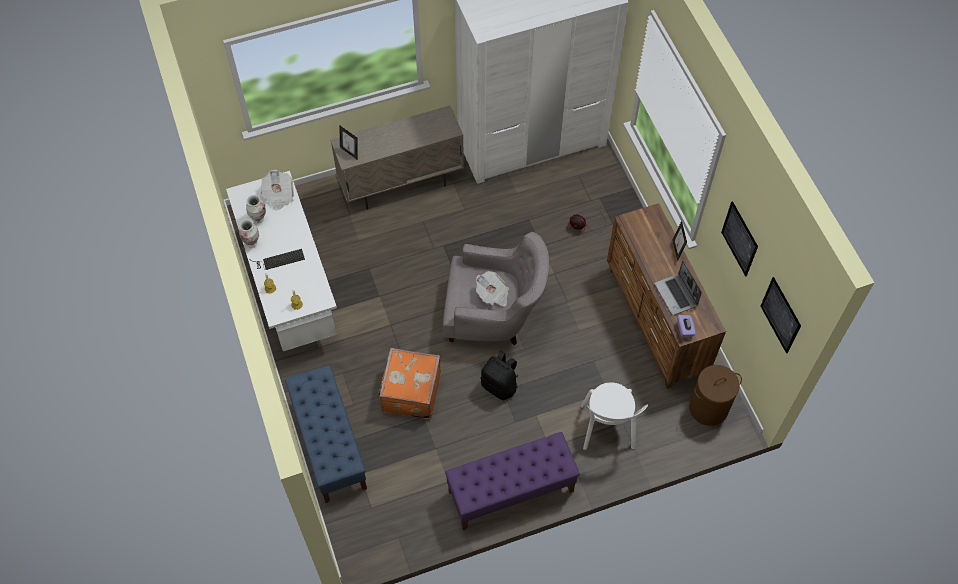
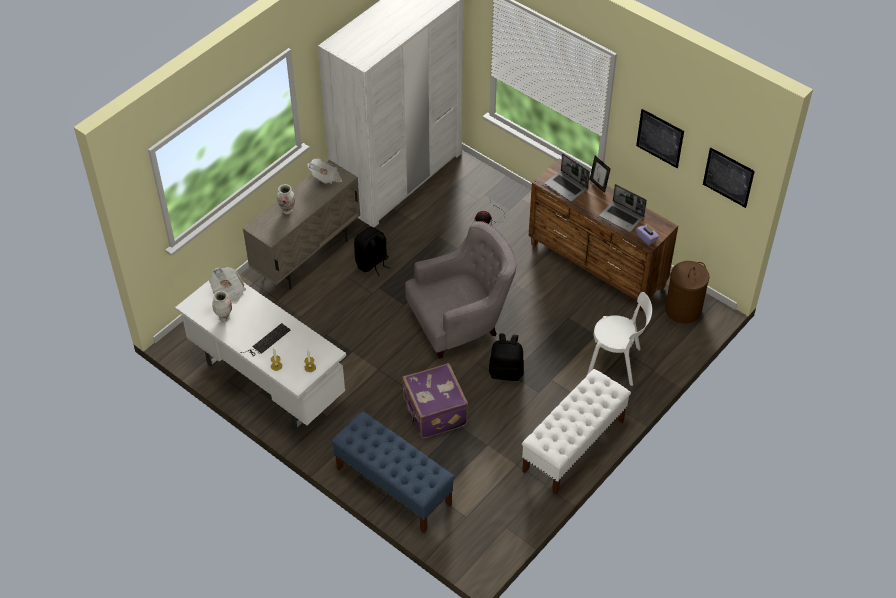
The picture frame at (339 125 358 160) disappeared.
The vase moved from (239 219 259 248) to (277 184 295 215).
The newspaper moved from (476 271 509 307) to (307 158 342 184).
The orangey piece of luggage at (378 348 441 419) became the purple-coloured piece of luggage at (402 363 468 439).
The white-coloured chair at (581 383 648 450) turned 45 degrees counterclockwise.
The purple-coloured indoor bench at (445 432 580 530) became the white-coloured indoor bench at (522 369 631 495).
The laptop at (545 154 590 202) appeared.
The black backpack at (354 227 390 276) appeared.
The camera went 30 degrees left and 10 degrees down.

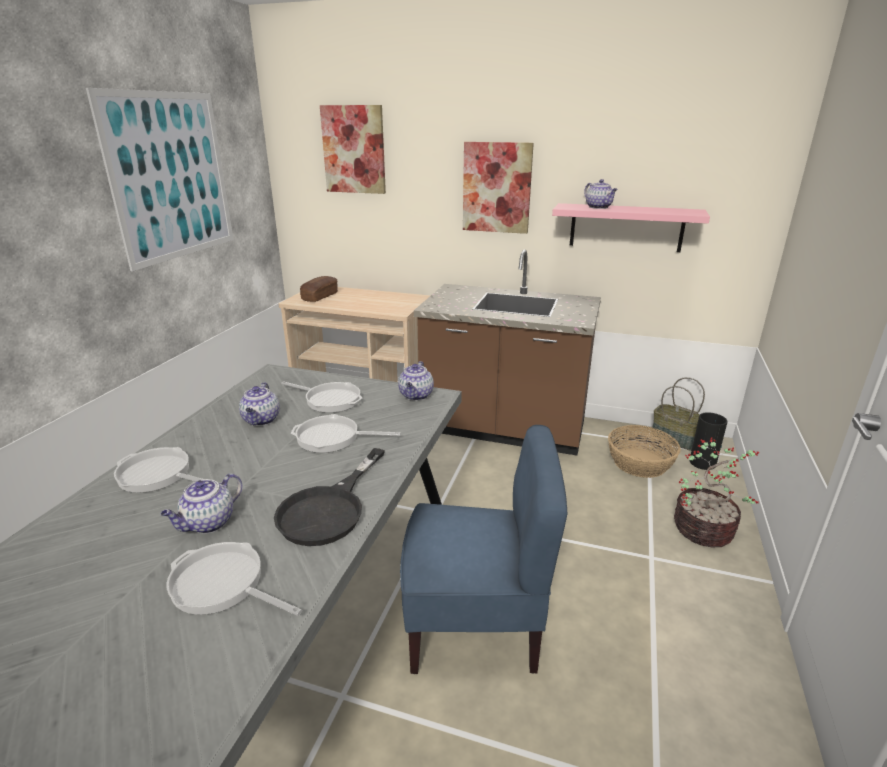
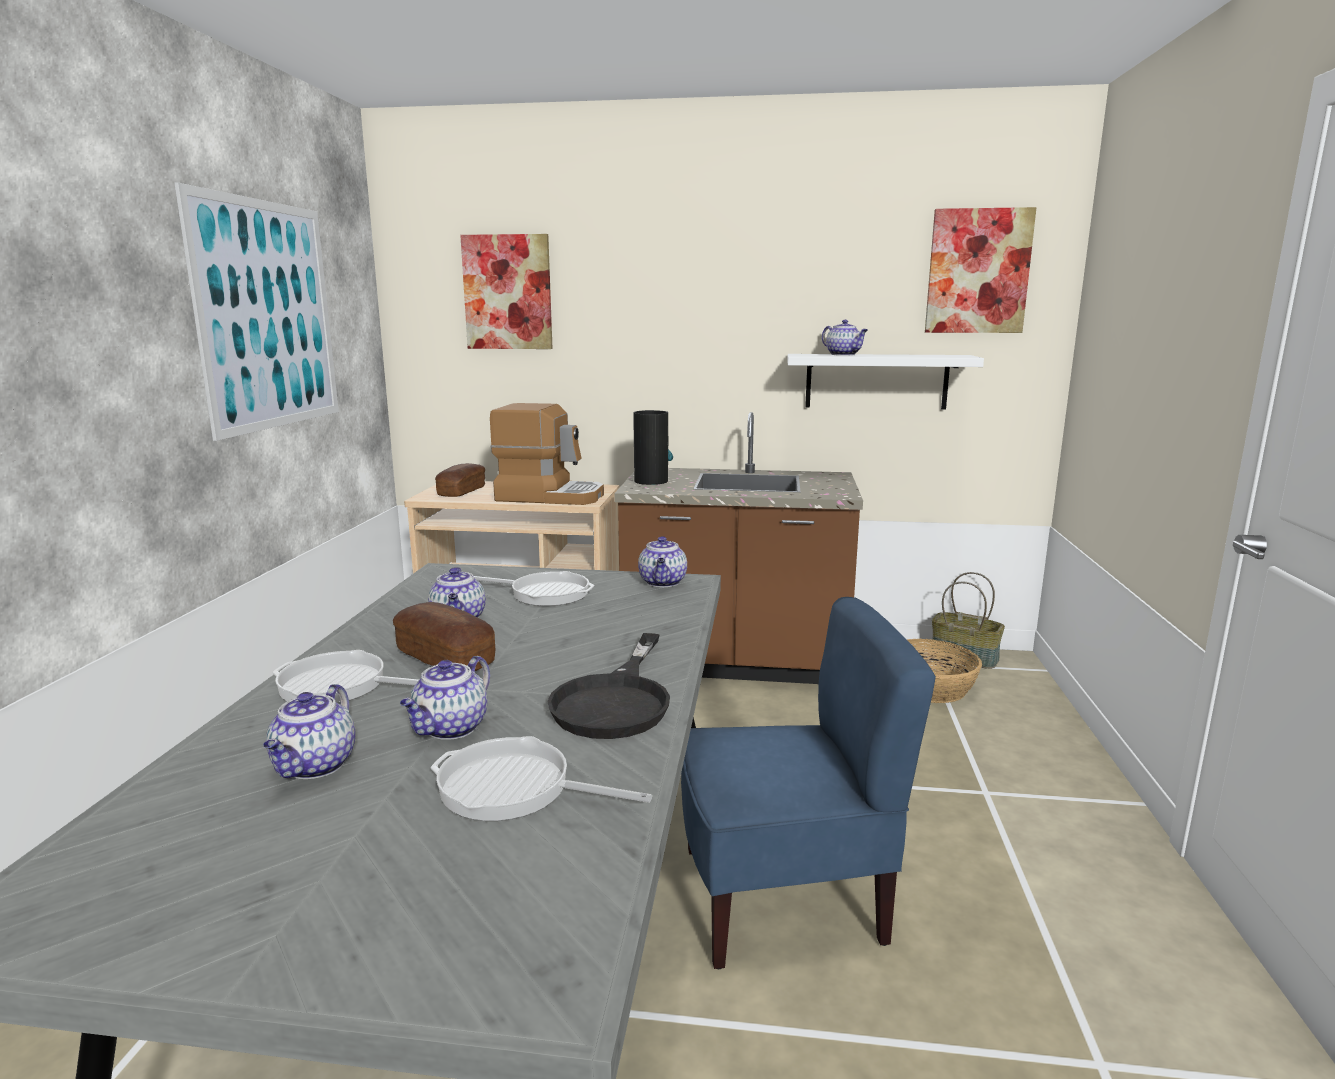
The picture moved from (463 142 534 234) to (925 207 1037 333).
The pink wall shelf at (552 203 710 252) became the white-coloured wall shelf at (787 354 984 409).
The vase moved from (690 412 728 470) to (633 410 673 485).
The skillet at (291 414 401 453) disappeared.
The plant in a pot at (674 437 759 547) disappeared.
The coffee machine at (490 403 604 505) appeared.
The bread at (393 602 495 671) appeared.
The tea pot at (263 684 355 779) appeared.
The camera went 10 degrees left and 10 degrees down.

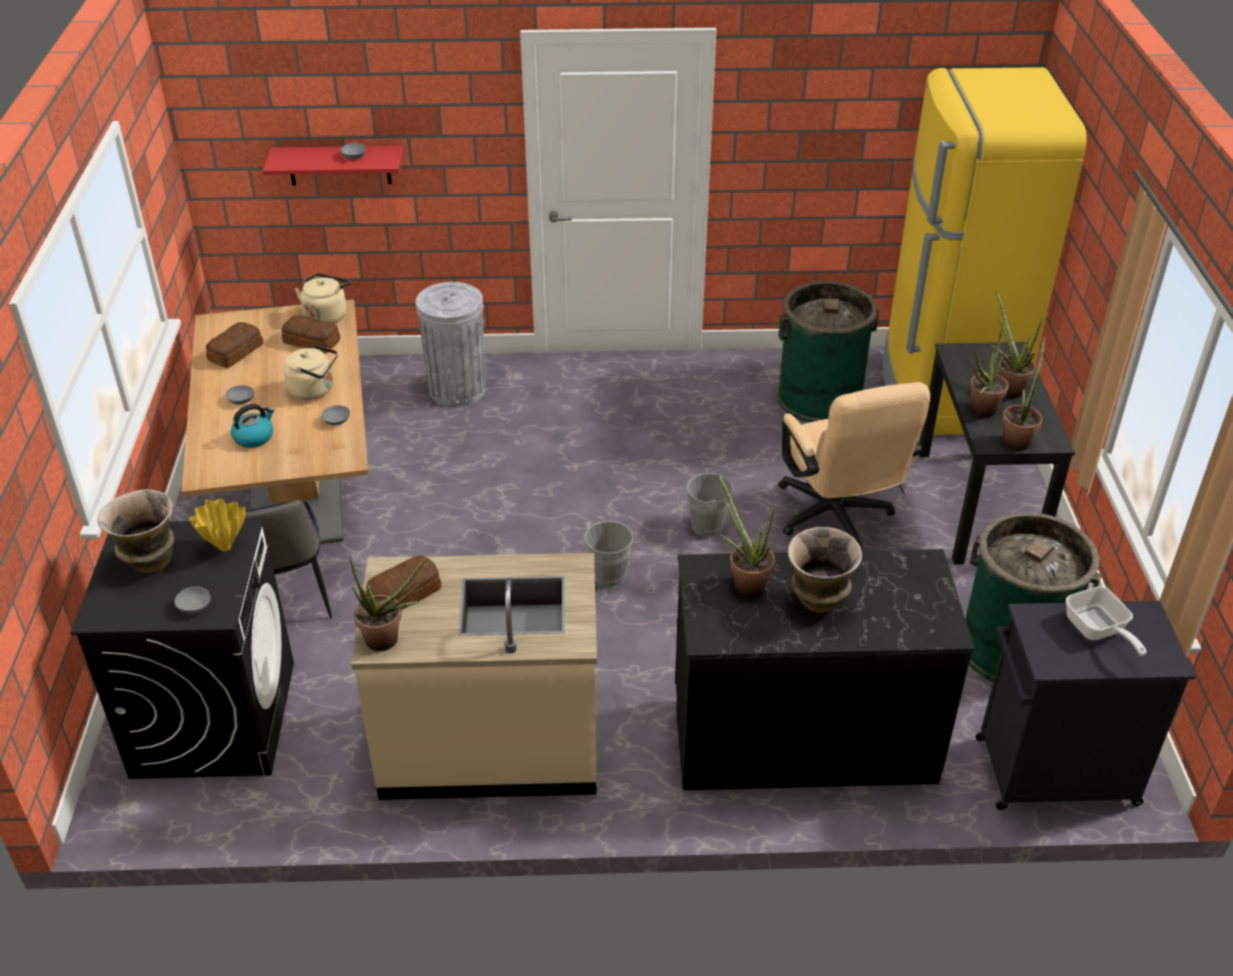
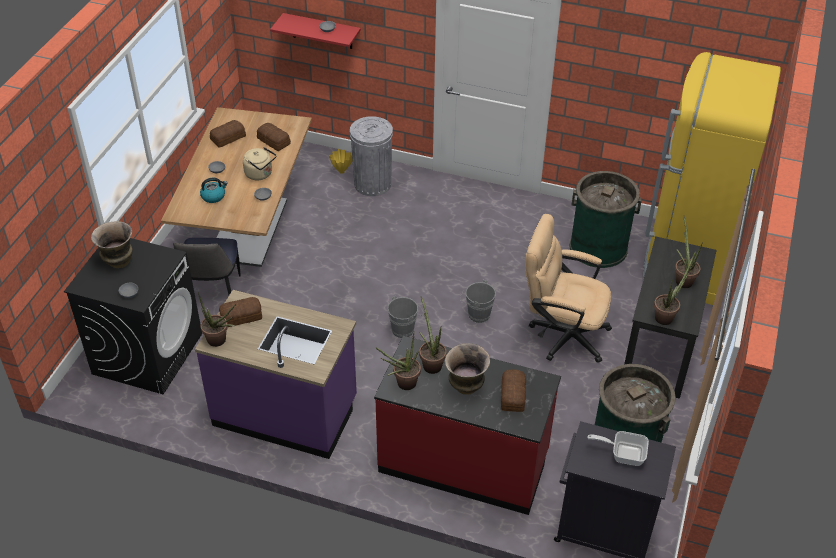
The sand-coloured water kettle at (295 273 351 324) disappeared.
The plant in a pot moved from (970 324 1009 417) to (375 331 421 390).
The sand-coloured desk chair at (778 382 930 550) turned 105 degrees clockwise.
The yellow vase moved from (189 498 245 551) to (329 149 353 174).
The black kitchen counter at (675 549 975 790) became the red kitchen counter at (374 336 561 515).
The sand-coloured kitchen counter at (351 553 597 800) became the purple-coloured kitchen counter at (195 290 357 459).
The skillet at (1066 586 1147 656) turned 105 degrees clockwise.
The bread at (501 369 526 412) appeared.
The camera went 20 degrees right and 5 degrees up.

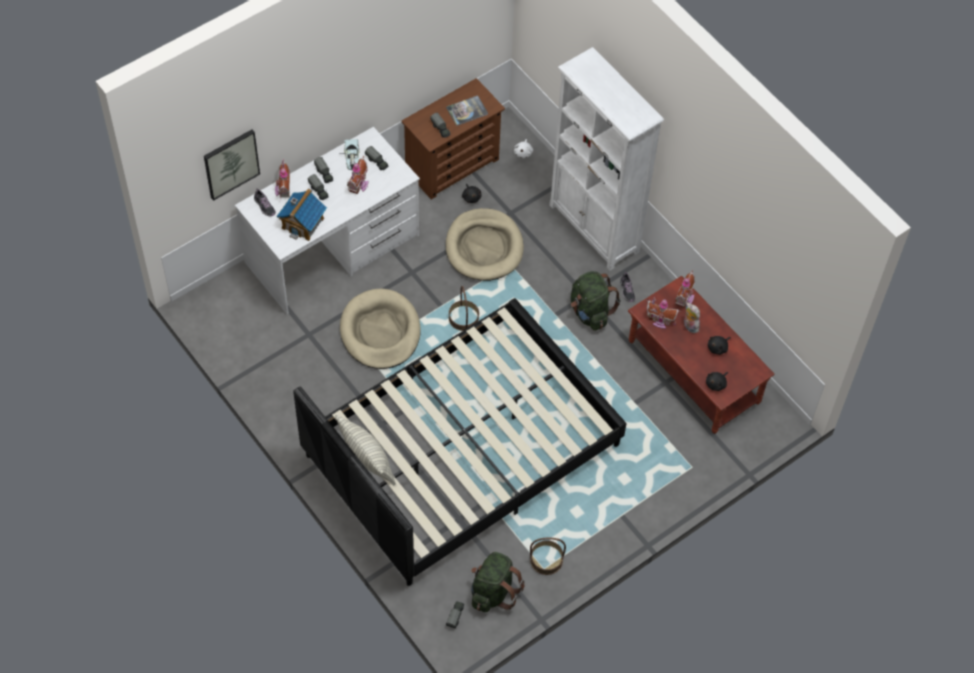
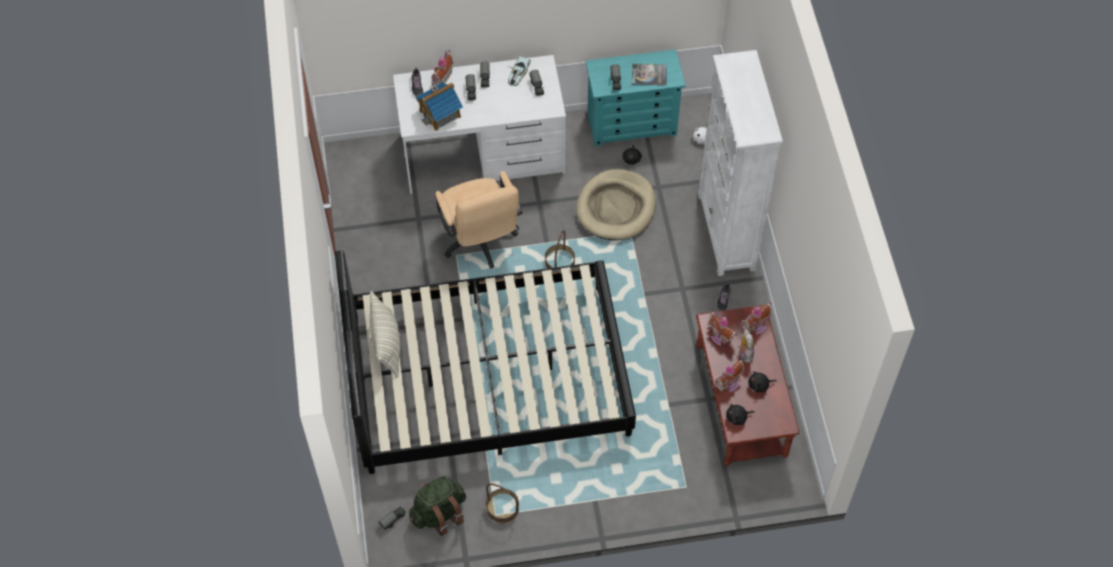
The brown dresser at (401 78 505 199) became the blue-green dresser at (586 49 685 146).
The picture at (204 130 260 201) disappeared.
The toy house moved from (347 156 368 194) to (715 359 744 393).
The green backpack at (571 271 621 331) disappeared.
The sand-coloured pet bed at (340 289 421 369) was replaced by the sand-coloured desk chair at (435 171 523 269).
The camera went 30 degrees right and 0 degrees up.

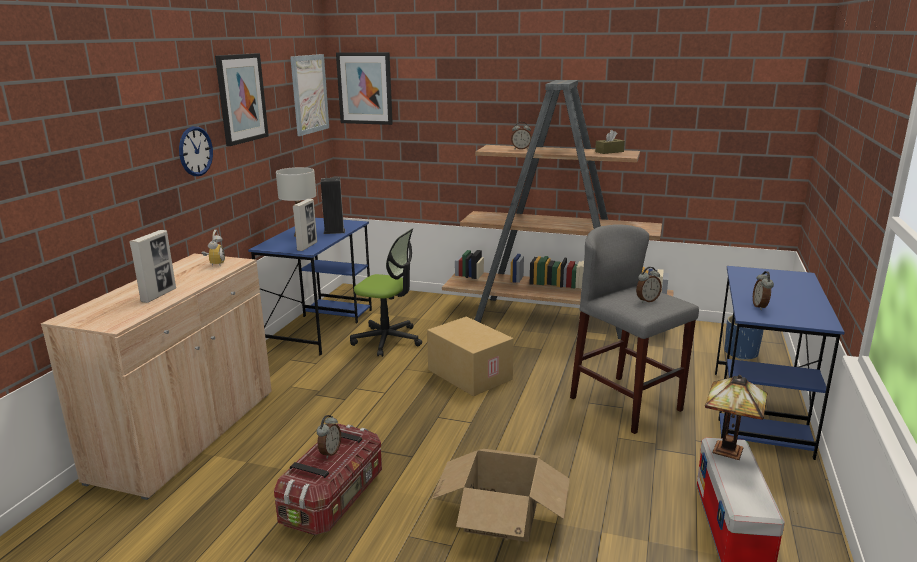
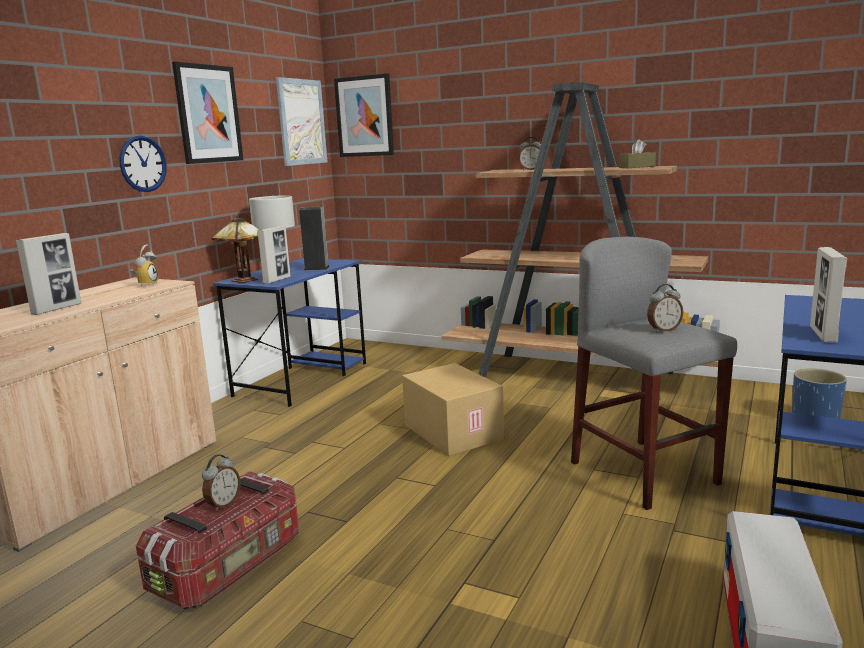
The desk chair at (350 228 422 357) disappeared.
The alarm clock at (753 271 774 310) was replaced by the picture frame at (810 247 847 343).
The tabletop lamp moved from (705 375 768 460) to (212 215 261 283).
The packing box at (432 449 570 542) disappeared.
The camera went 10 degrees right and 5 degrees down.

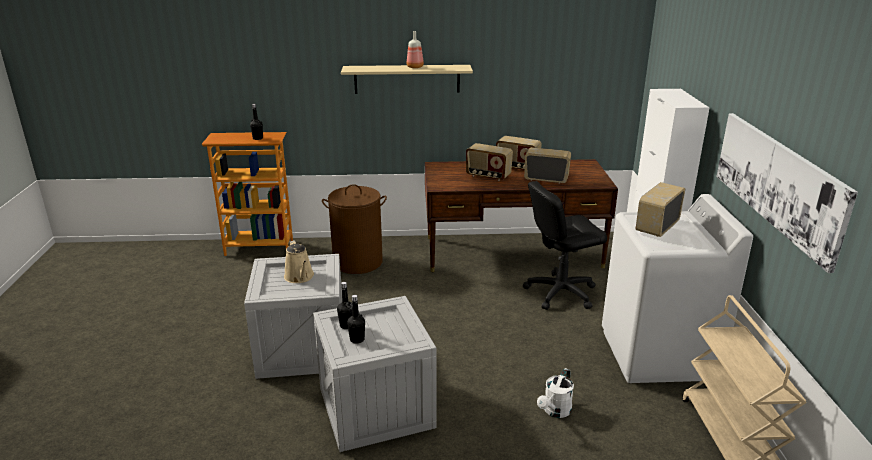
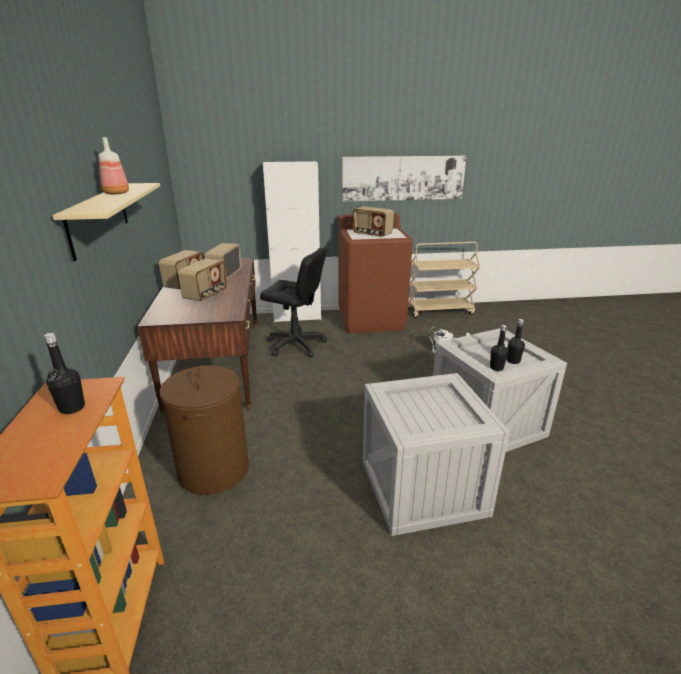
The black desk chair at (523 181 607 310) turned 45 degrees counterclockwise.
The white-coloured laundry appliance at (602 194 753 383) became the brown laundry appliance at (339 213 413 333).
The sand-coloured sprinkling can at (284 240 314 283) disappeared.
The camera went 95 degrees left and 0 degrees up.

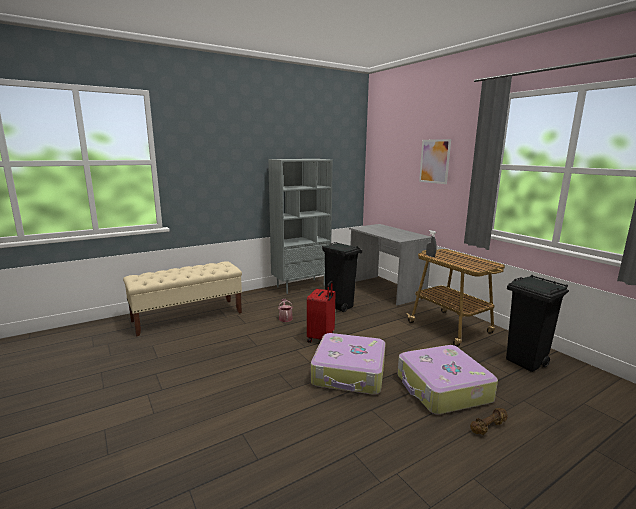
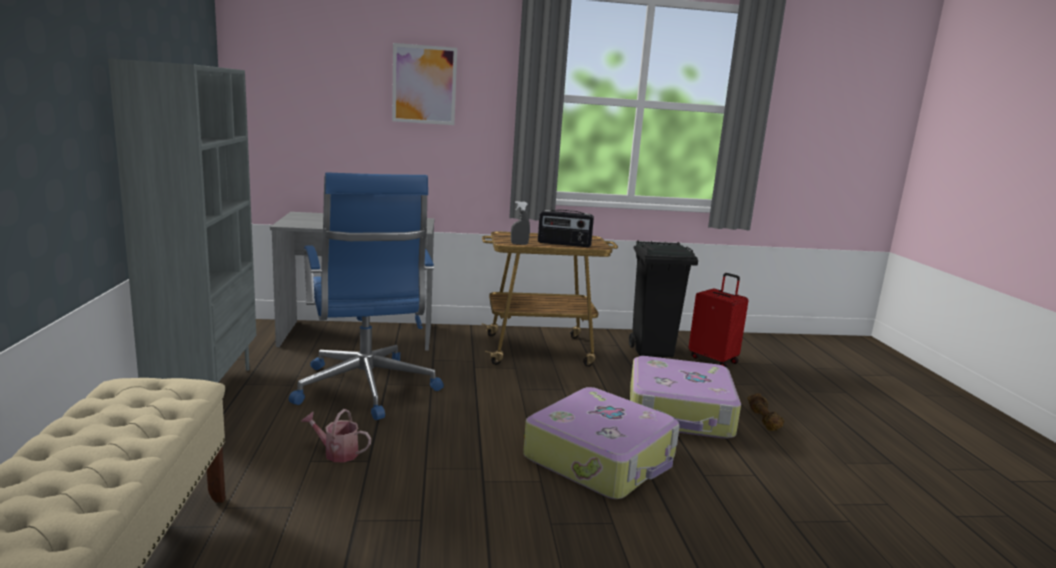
The black trash can at (322 242 362 312) was replaced by the bluish desk chair at (289 173 444 420).
The red piece of luggage moved from (307 281 336 343) to (689 273 748 368).
The radio set at (538 210 594 247) appeared.
The camera went 65 degrees left and 0 degrees up.

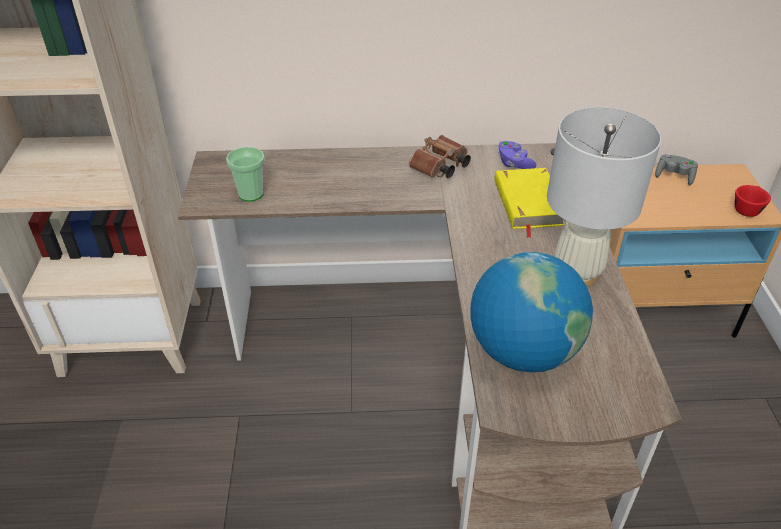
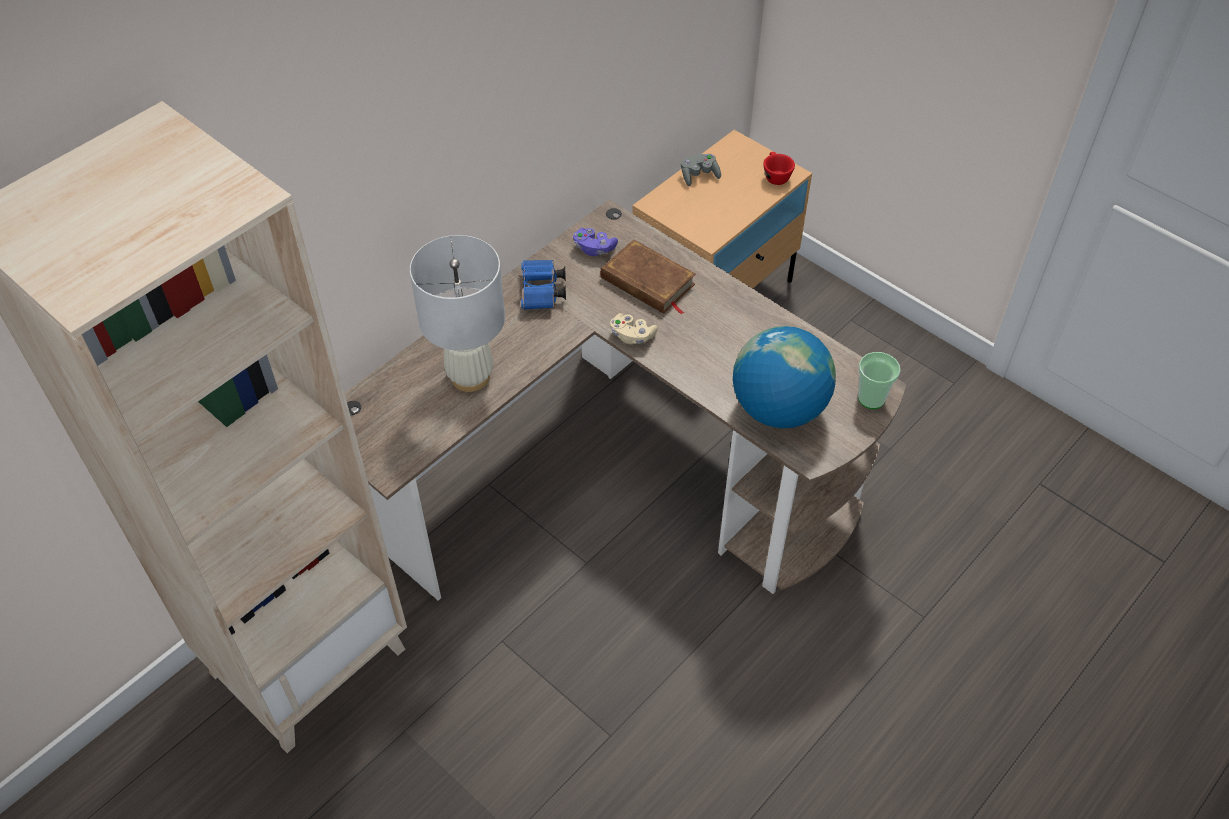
The white-coloured tabletop lamp moved from (547 107 661 287) to (410 235 505 392).
The brown pair of binoculars at (409 135 471 178) became the bluish pair of binoculars at (518 260 566 310).
The small cup moved from (226 147 265 202) to (858 352 900 409).
The yellow book at (494 168 565 238) became the brown book at (601 239 696 315).
The sand-coloured gamepad at (610 313 658 344) appeared.
The camera went 45 degrees left and 10 degrees up.

